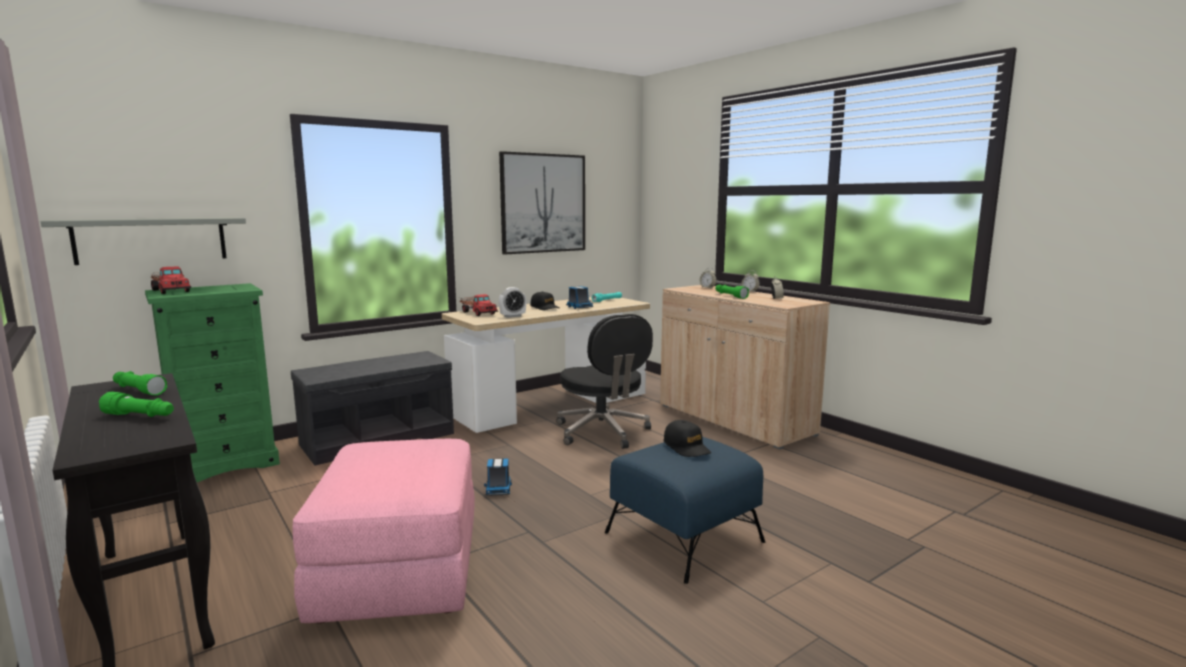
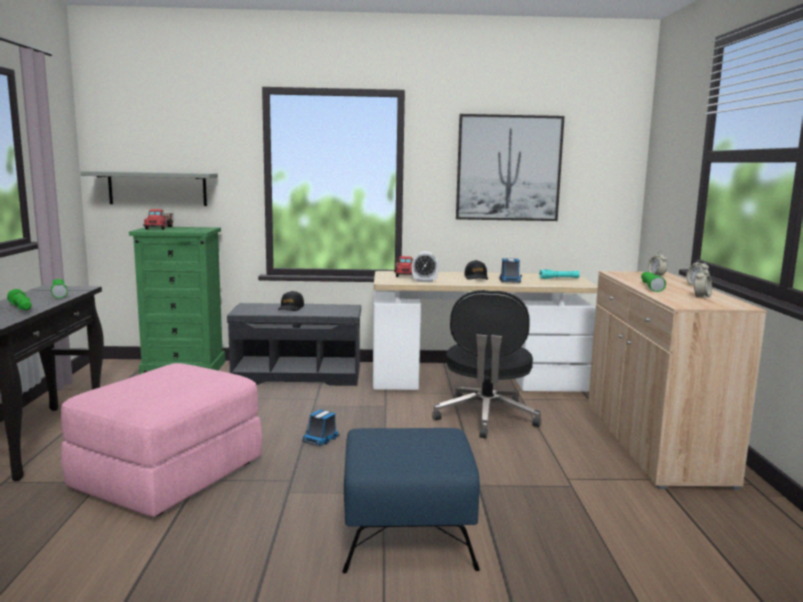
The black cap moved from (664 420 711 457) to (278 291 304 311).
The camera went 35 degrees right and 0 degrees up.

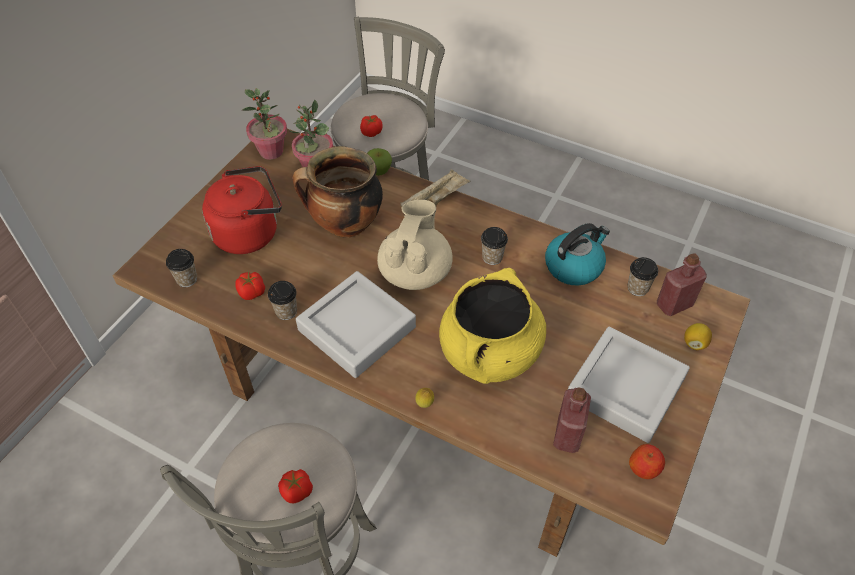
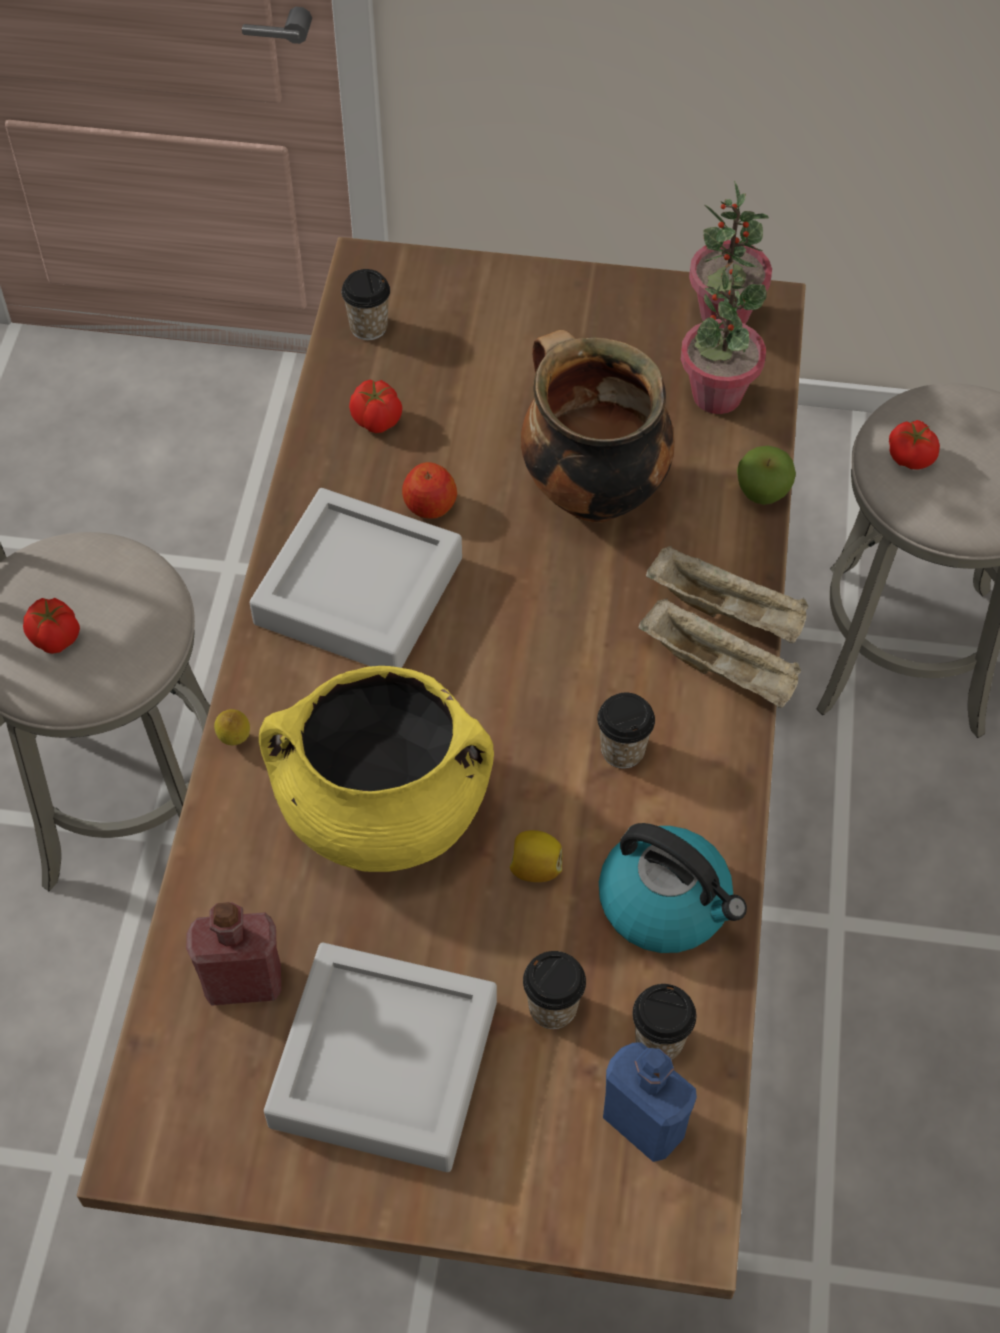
The red water kettle at (202 166 282 254) disappeared.
The sand-coloured tea pot at (377 200 453 290) disappeared.
The red drink bottle at (657 253 707 316) became the bluish drink bottle at (603 1042 697 1162).
The small cup moved from (268 281 297 320) to (523 951 586 1029).
The whole lemon moved from (684 323 712 350) to (510 830 562 882).
The apple fruit moved from (629 444 665 479) to (402 462 457 519).
The sand-coloured tray at (638 598 801 708) appeared.
The camera went 70 degrees right and 5 degrees up.

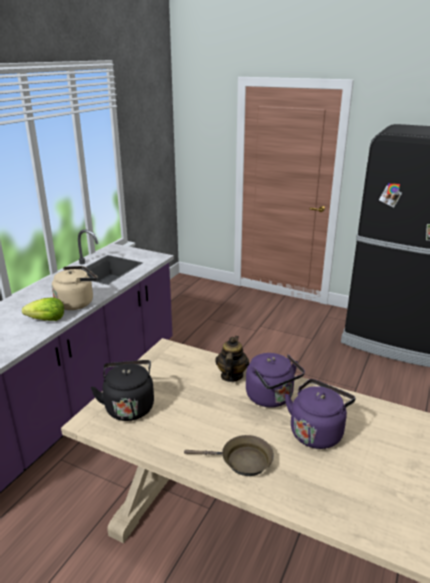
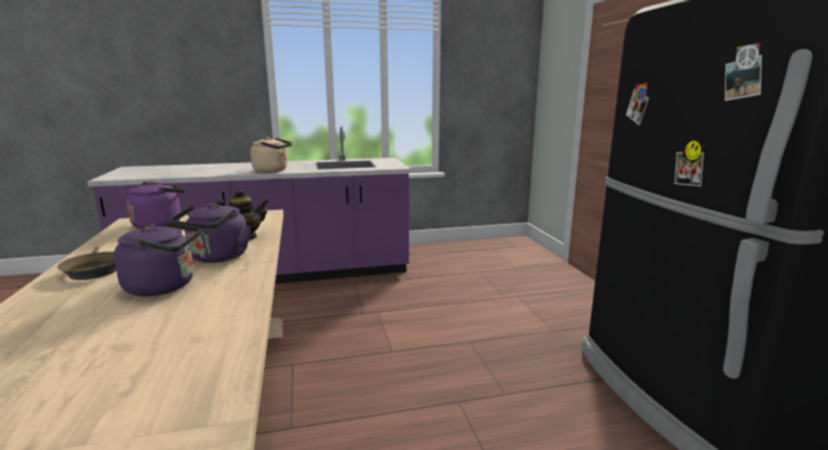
The head of lettuce at (22 298 64 321) disappeared.
The black water kettle at (91 360 154 421) became the purple-coloured water kettle at (126 182 186 229).
The camera went 50 degrees right and 10 degrees down.

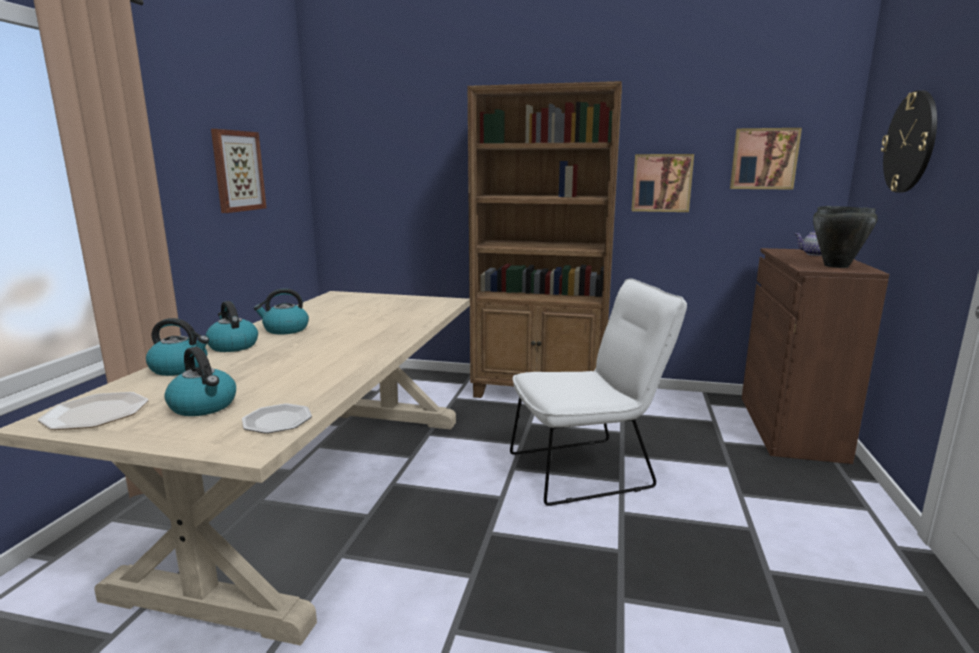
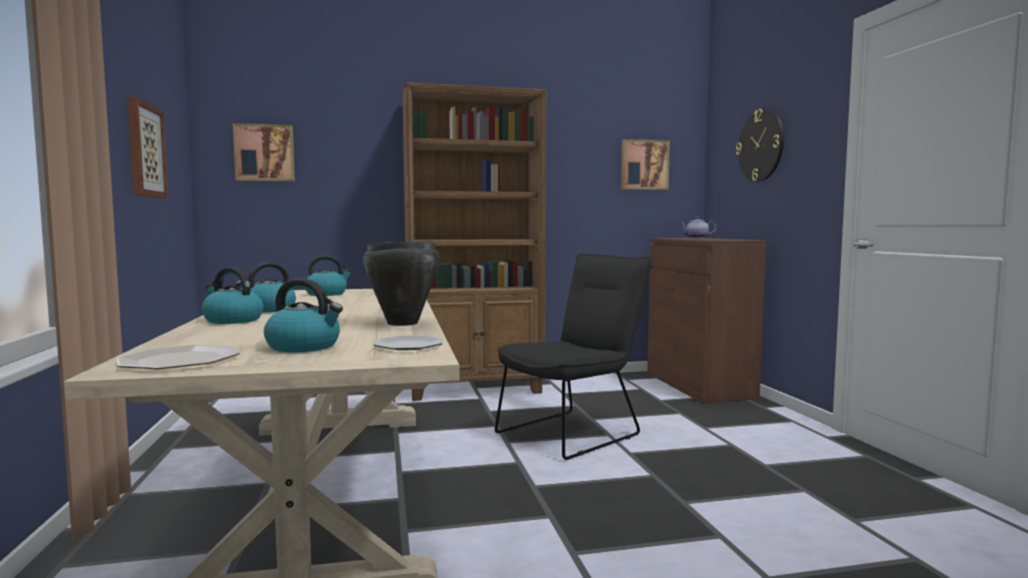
The picture moved from (631 154 694 212) to (233 123 295 181).
The black saucepot moved from (813 206 878 268) to (363 241 440 326).
The white-coloured chair at (510 278 687 506) became the black chair at (495 254 651 460).
The water kettle moved from (146 318 209 376) to (305 256 353 296).
The camera went 25 degrees left and 10 degrees down.

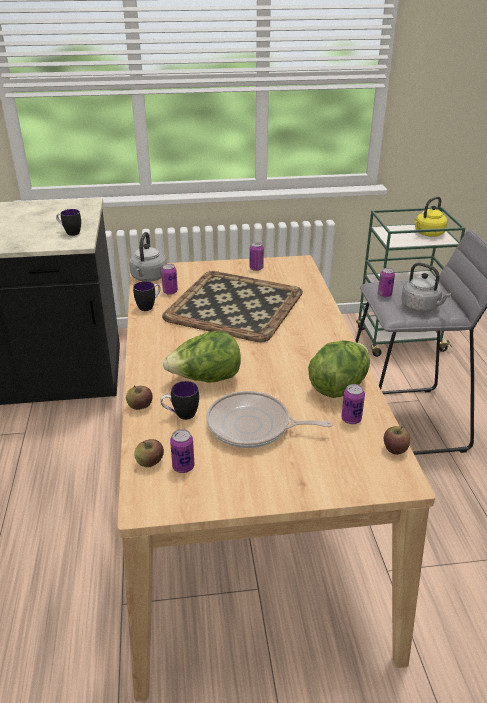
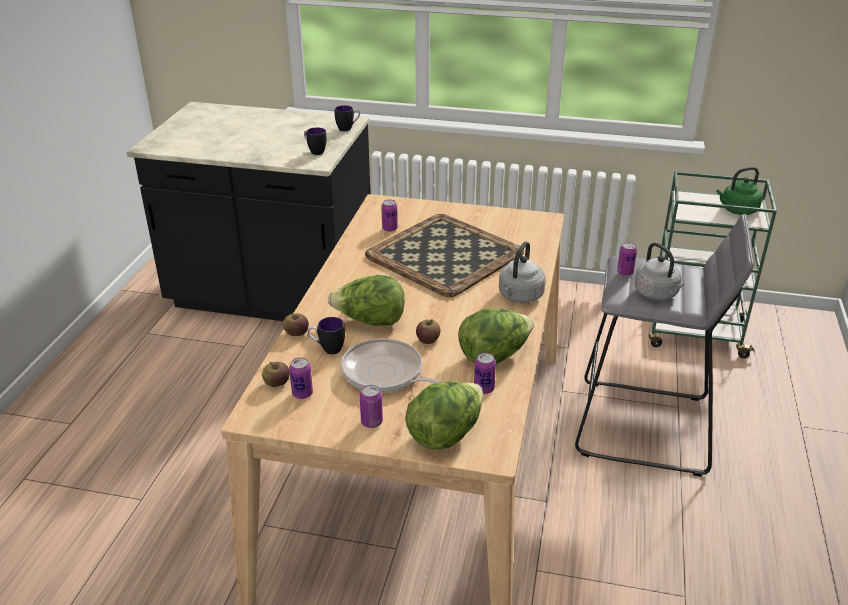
The yellow water kettle at (414 196 447 237) became the green water kettle at (716 167 763 215).
The gray water kettle moved from (129 232 167 282) to (499 241 546 303).
The metal can moved from (250 242 264 271) to (360 385 383 428).
The tea mug moved from (133 281 161 311) to (335 105 360 132).
The apple fruit moved from (384 426 410 455) to (416 319 441 344).
The head of lettuce at (405 381 483 450) appeared.
The camera went 20 degrees right and 0 degrees up.

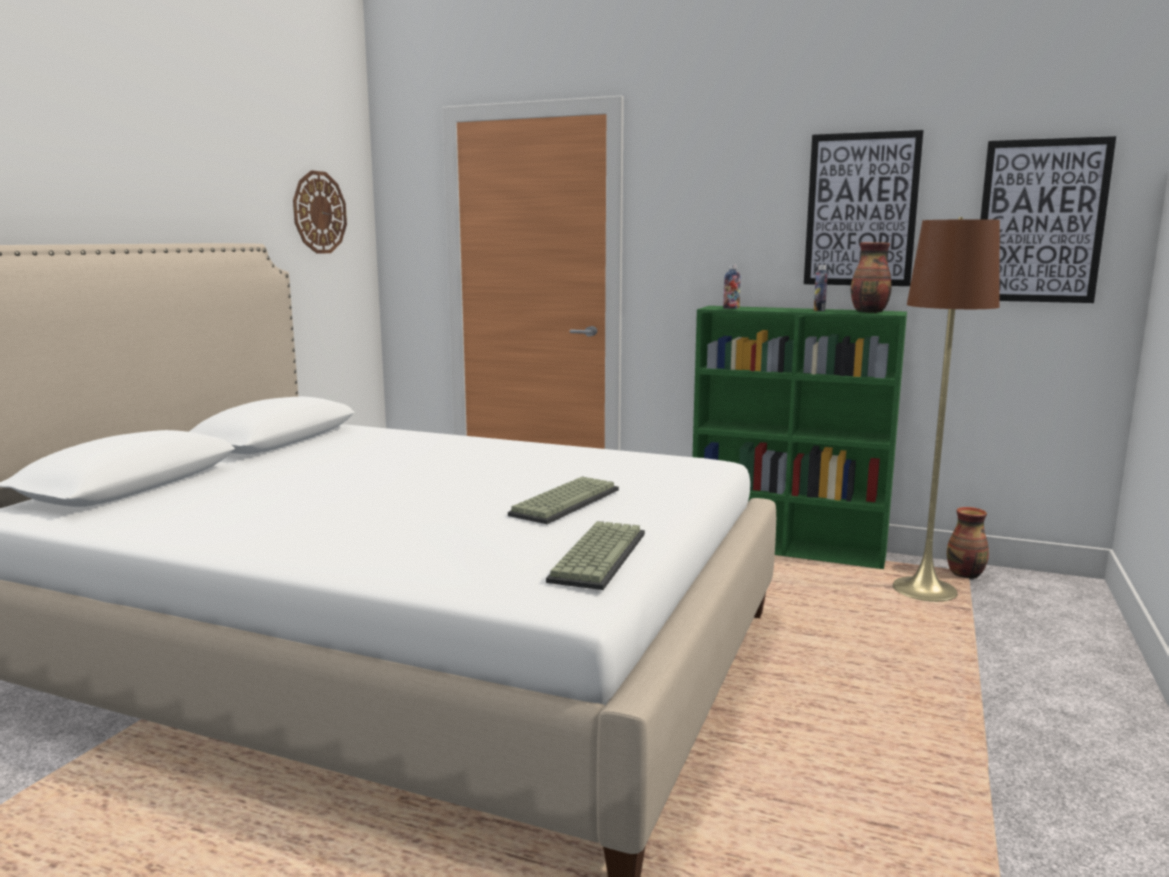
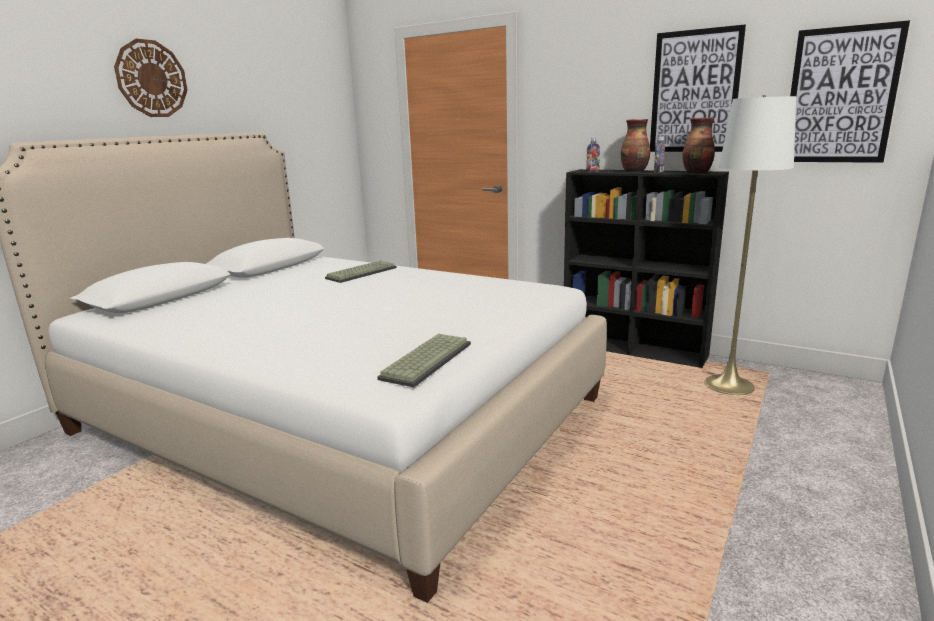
The wall clock moved from (293 170 347 254) to (114 39 187 117).
The brown standard lamp at (893 217 1000 602) became the white-coloured standard lamp at (705 95 796 395).
The green bookcase at (692 306 907 569) became the black bookcase at (564 169 729 368).
The computer keyboard moved from (508 477 619 524) to (325 261 397 283).
The vase moved from (947 507 989 579) to (621 119 650 172).
The camera went 10 degrees right and 5 degrees up.

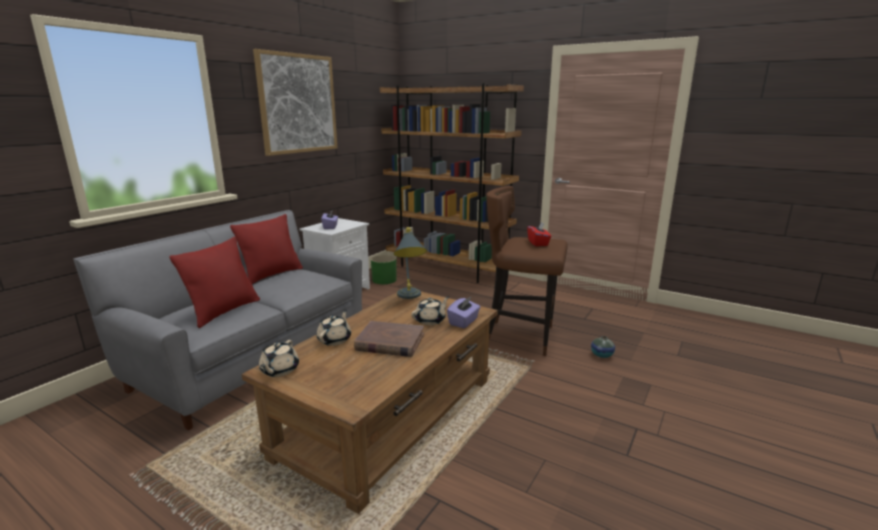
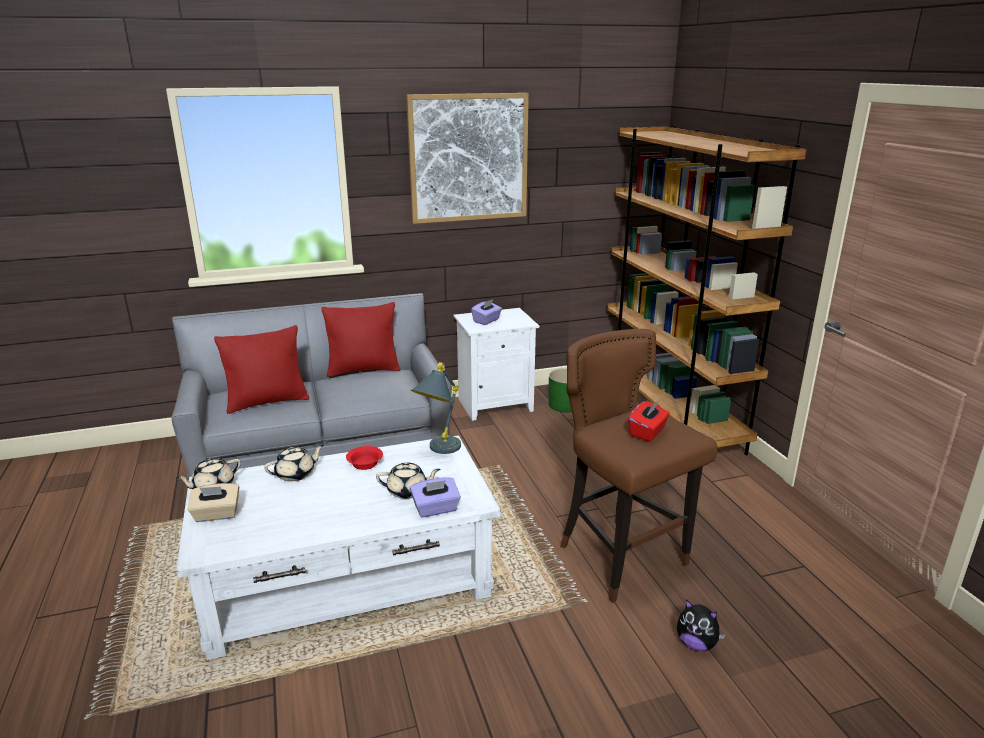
The brown lounge table at (241 291 498 514) became the white-coloured lounge table at (176 435 501 660).
The brown book at (354 321 424 357) disappeared.
The vase at (591 336 615 358) was replaced by the soft toy at (677 599 726 651).
The red deep dish at (346 446 383 470) appeared.
The sand-coloured tissue holder at (187 483 239 522) appeared.
The camera went 40 degrees right and 5 degrees up.

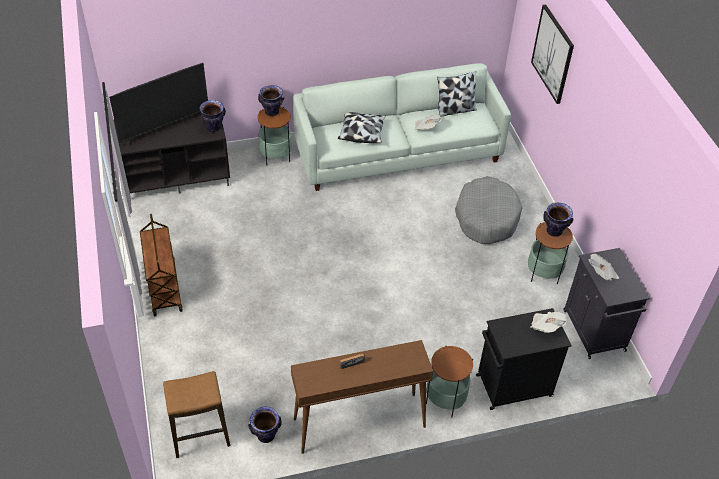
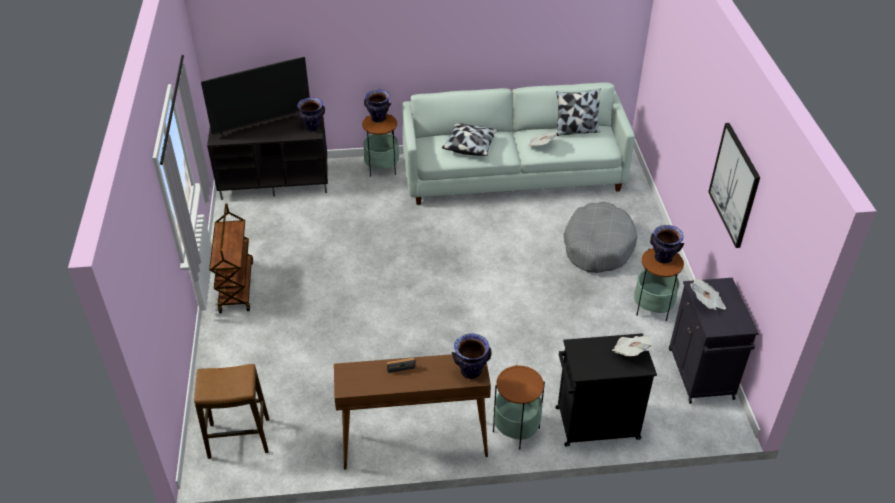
The picture moved from (531 4 574 104) to (708 123 760 248).
The vase moved from (248 407 282 443) to (452 333 491 379).
The camera went 10 degrees right and 5 degrees down.

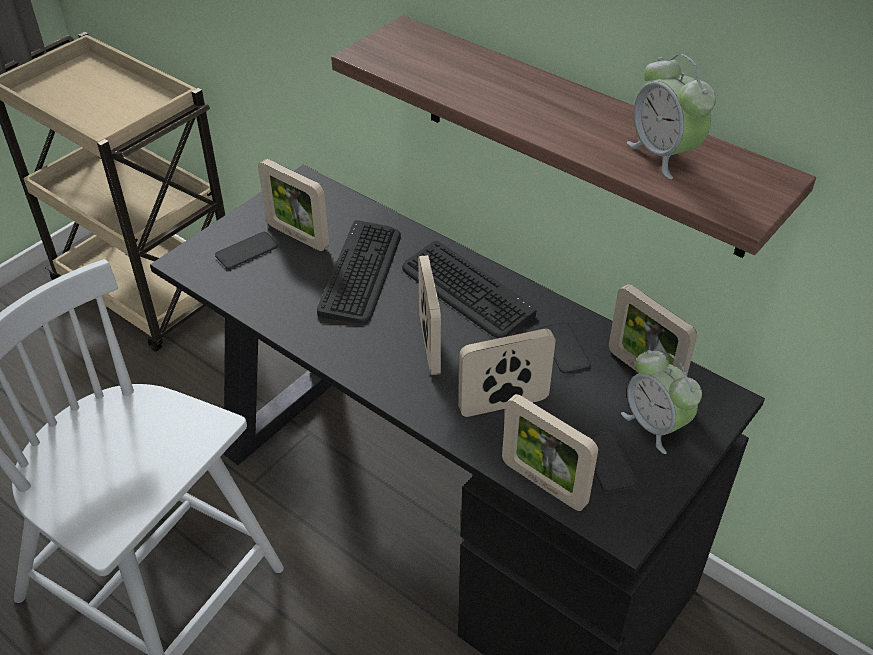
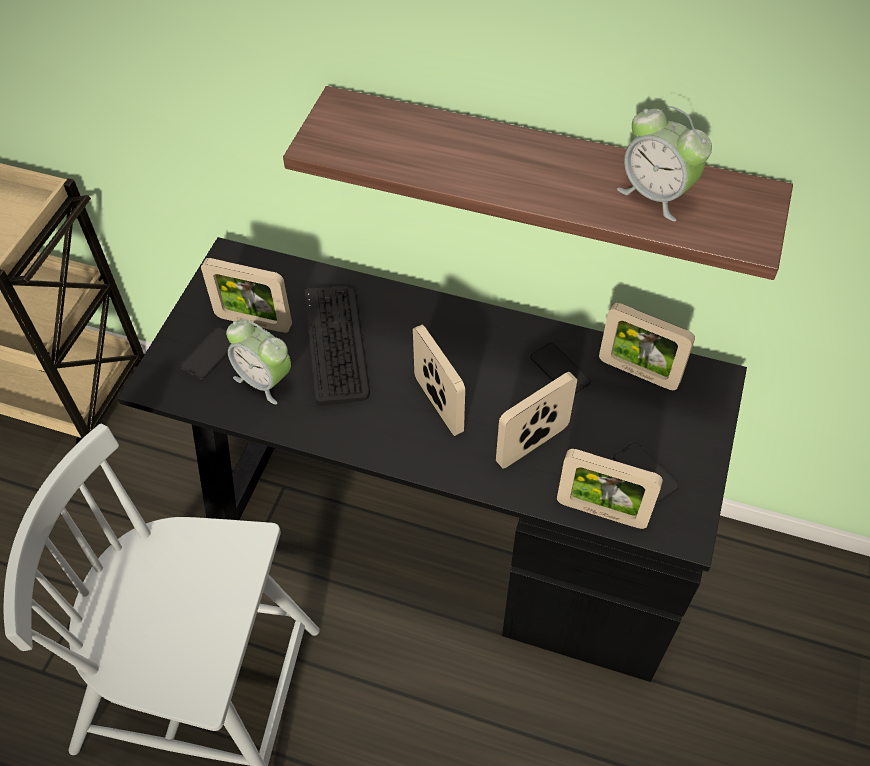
The computer keyboard at (402 241 537 338) disappeared.
The alarm clock moved from (621 350 702 454) to (226 319 291 404).
The camera went 20 degrees left and 10 degrees up.

